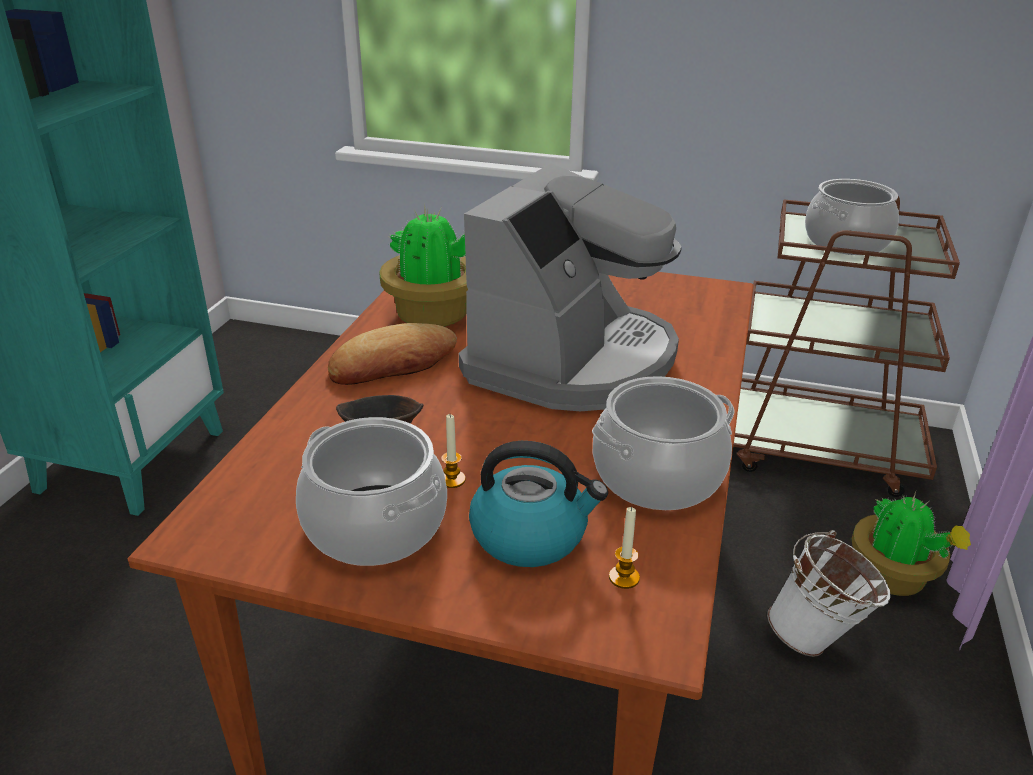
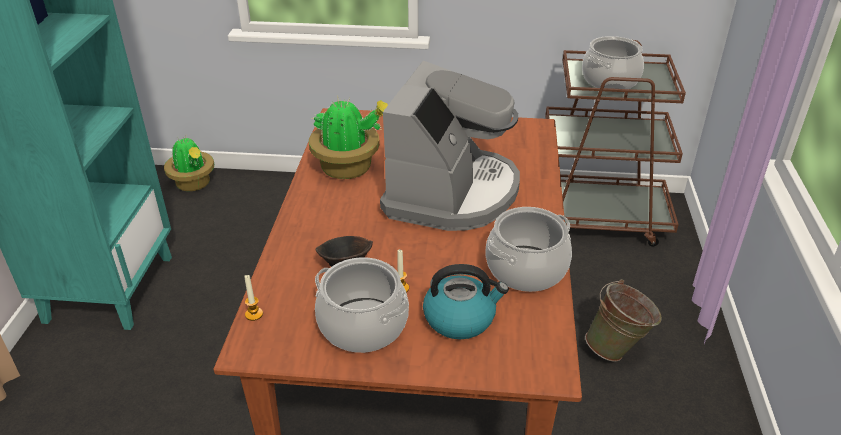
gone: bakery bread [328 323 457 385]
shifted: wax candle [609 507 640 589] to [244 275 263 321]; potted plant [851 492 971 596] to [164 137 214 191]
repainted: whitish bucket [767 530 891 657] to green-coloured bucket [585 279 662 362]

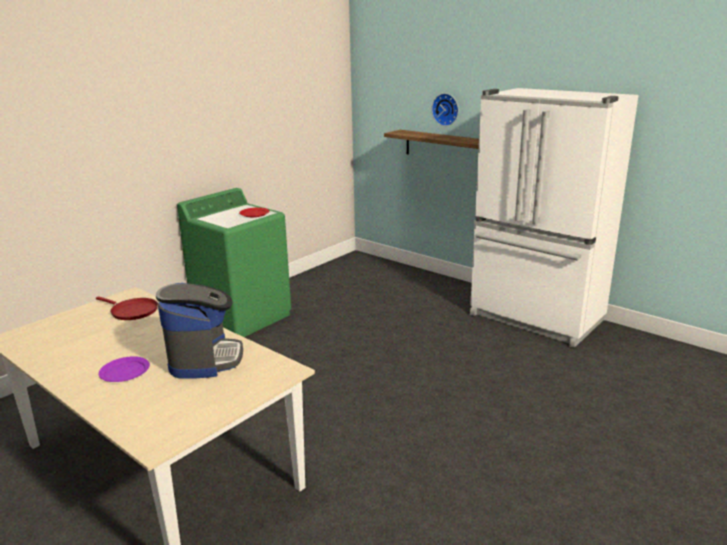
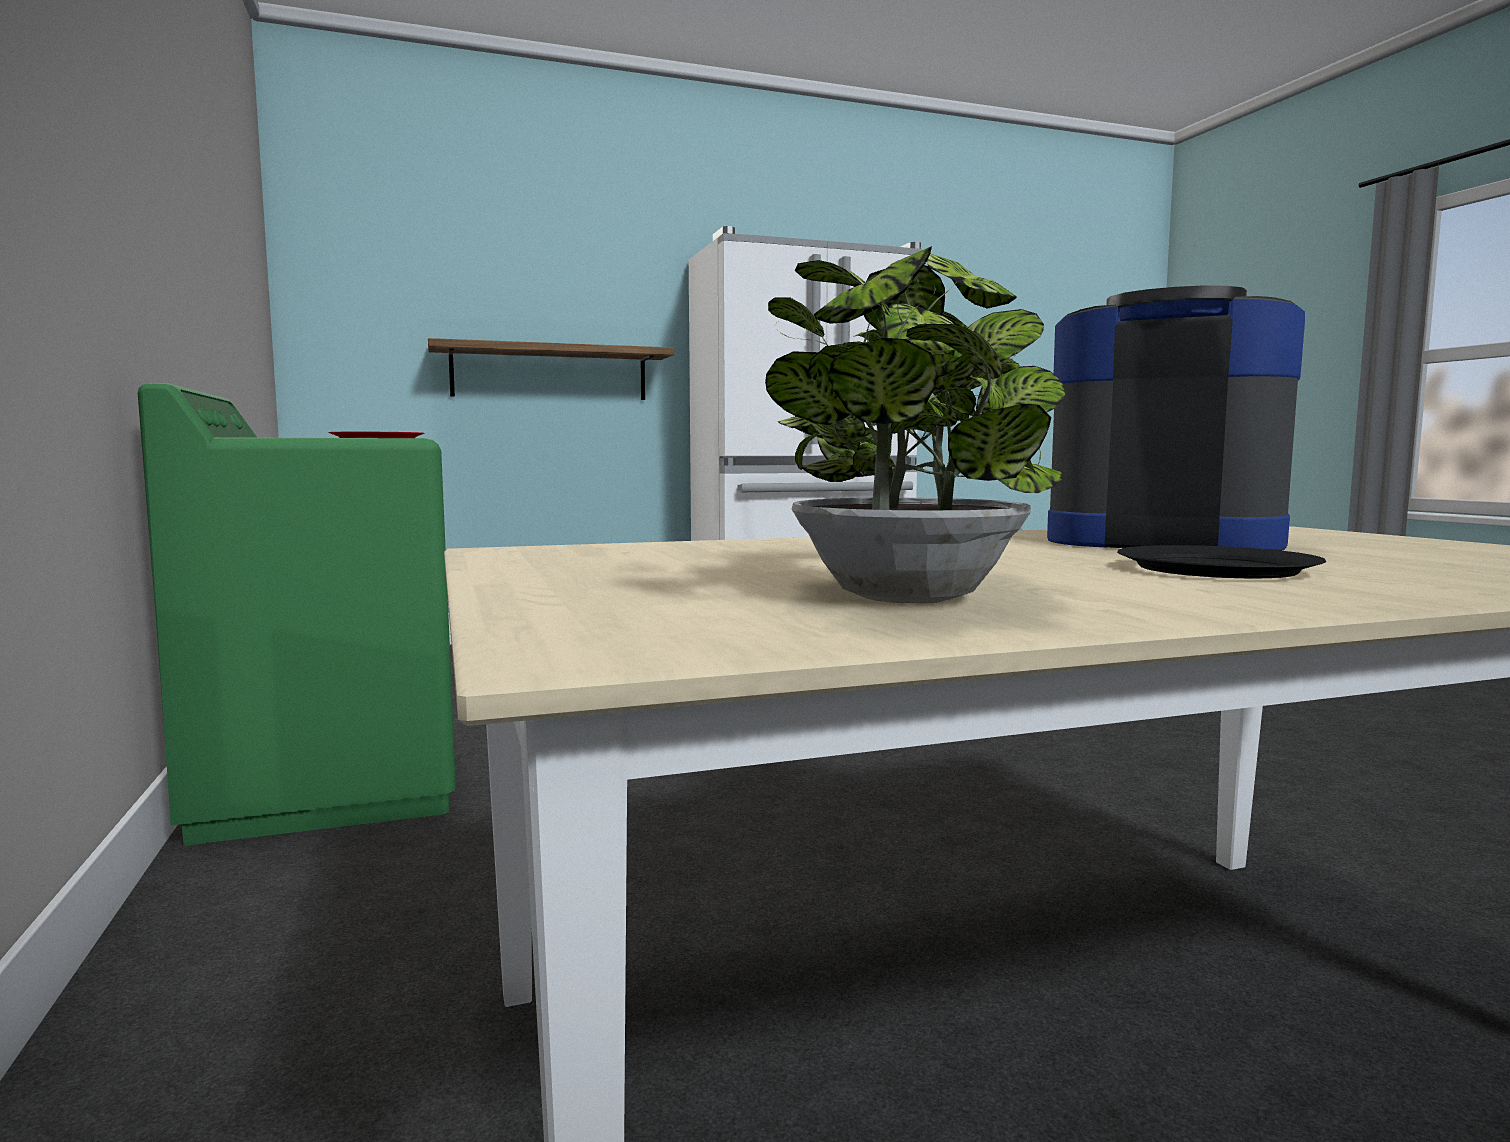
gone: red-coloured pan [96 296 158 320]; hanging clock [432 93 459 126]
new: potted plant [765 246 1065 603]
repainted: purple-coloured plate [99 356 150 382] to black-coloured plate [1117 545 1326 578]

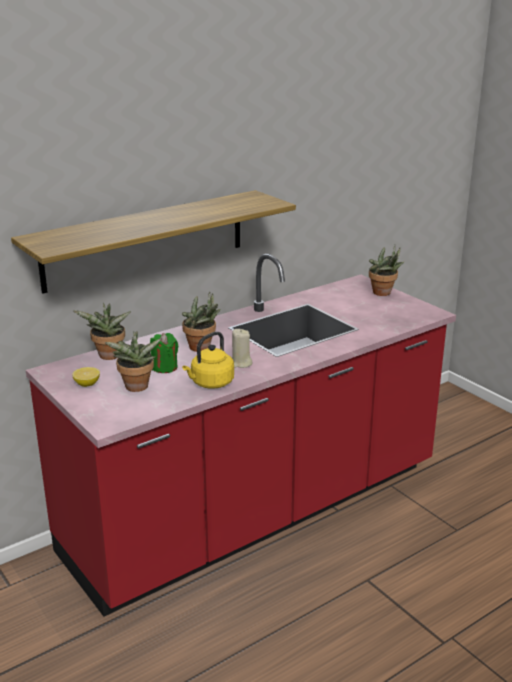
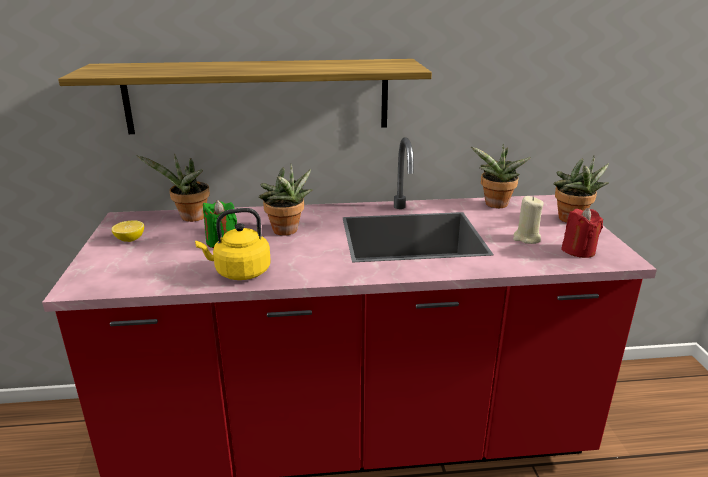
new: red-coloured wax candle [561 208 603 258]
shifted: potted plant [104 331 162 392] to [471 144 531 208]; beige wax candle [232 329 253 368] to [513 196 544 244]

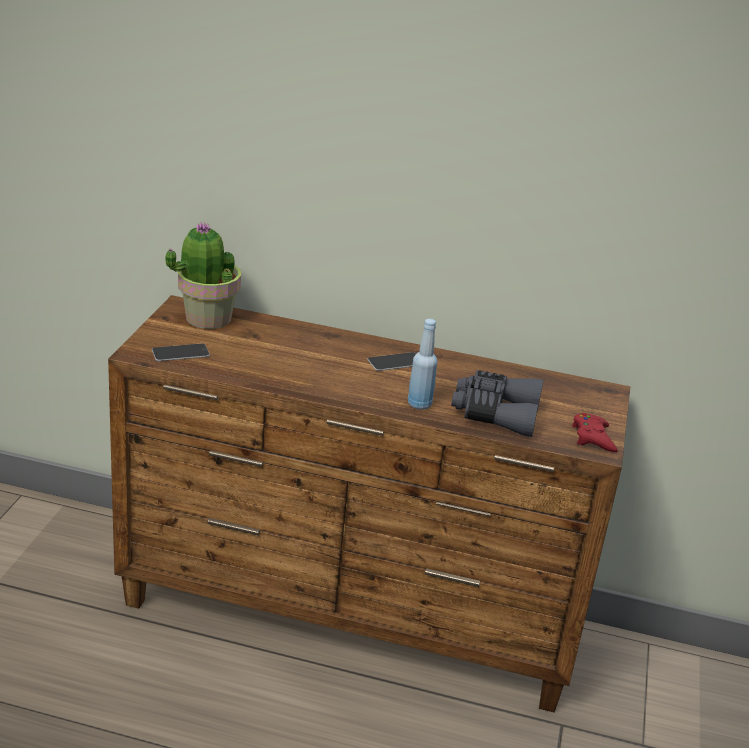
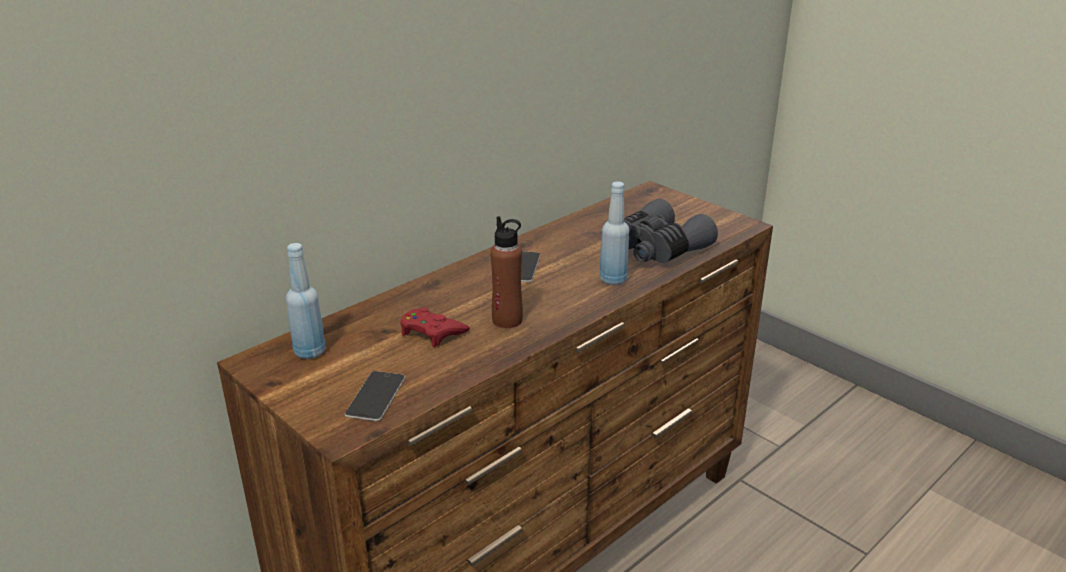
new: brown bottle [490 216 523 328]
shifted: red-coloured gamepad [572 413 618 452] to [400 308 470 347]
swapped: potted plant [165 222 241 329] to blue-coloured bottle [286 243 325 359]

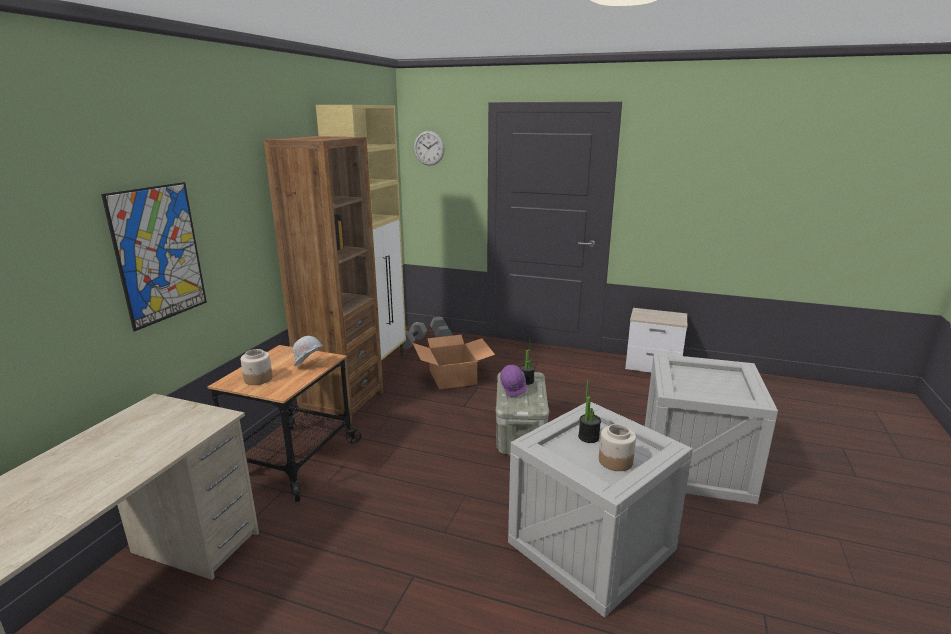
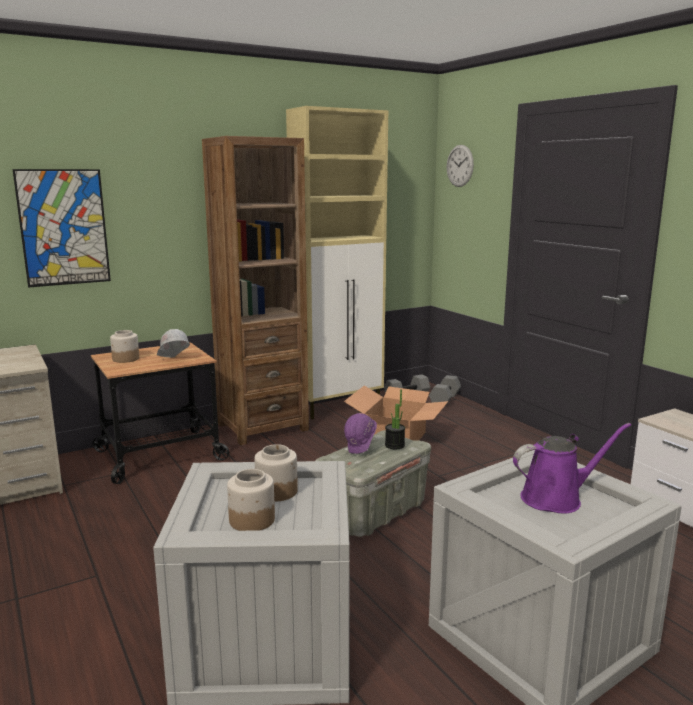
new: purple-coloured watering pot [513 423 631 514]
swapped: potted plant [578 380 601 443] to jar [254 444 298 502]

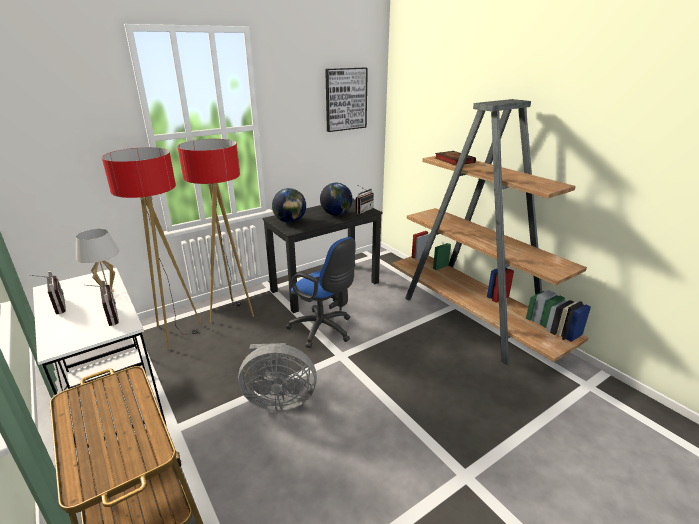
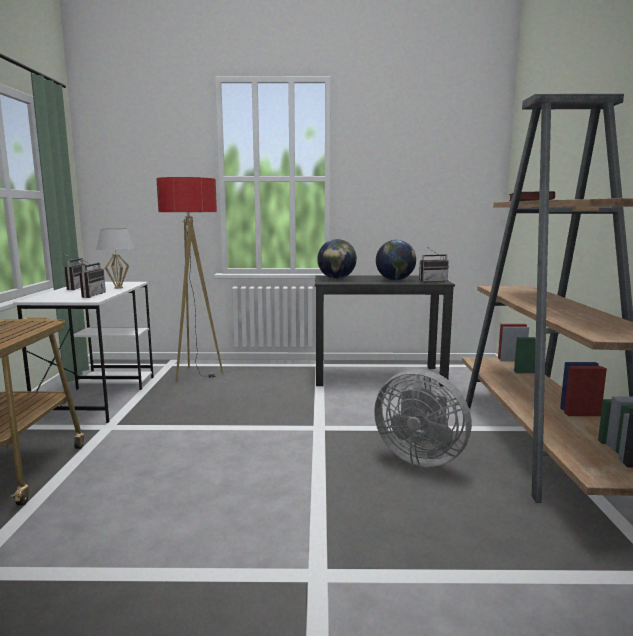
gone: standing lamp [177 139 254 323]; blue-coloured computer chair [286 237 356 348]; wall picture [325 68 368 132]
shifted: grey fan [238 343 317 411] to [374 369 472 467]

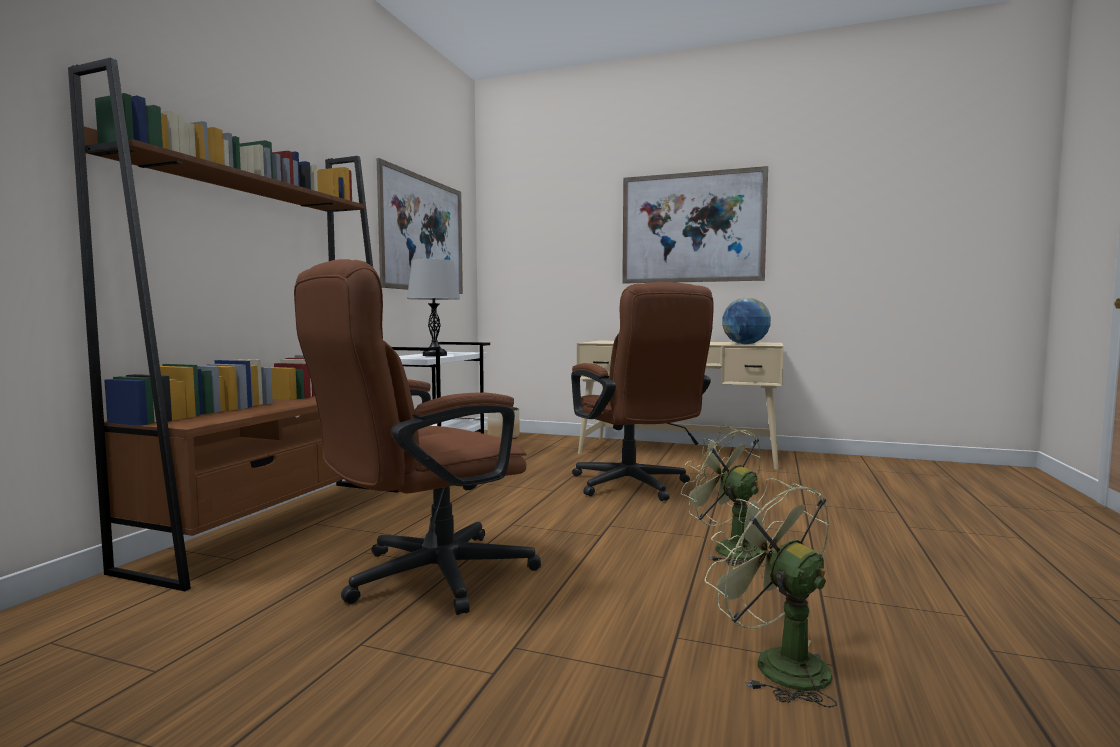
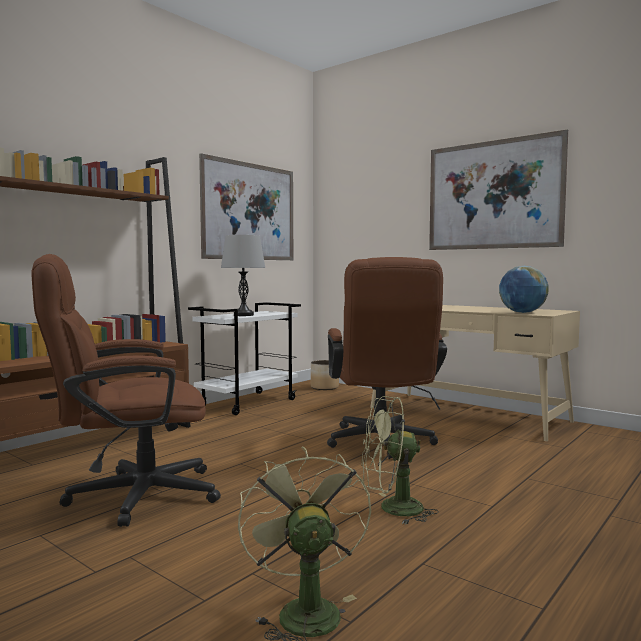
rotated: green-coloured fan [681 425 765 566] = [362 396 439 525] 75 degrees counterclockwise

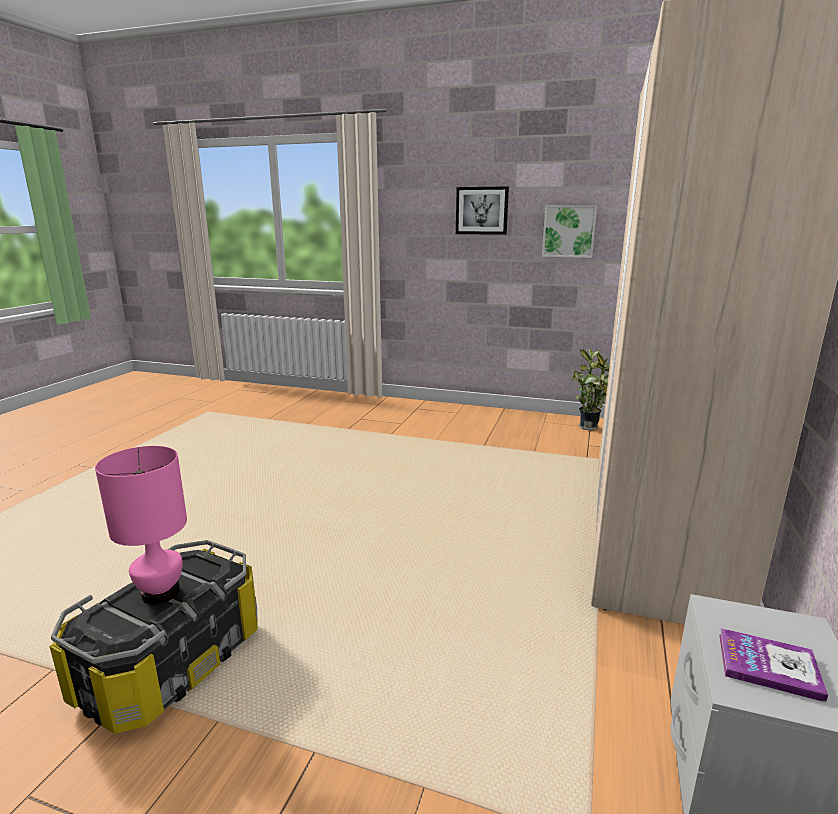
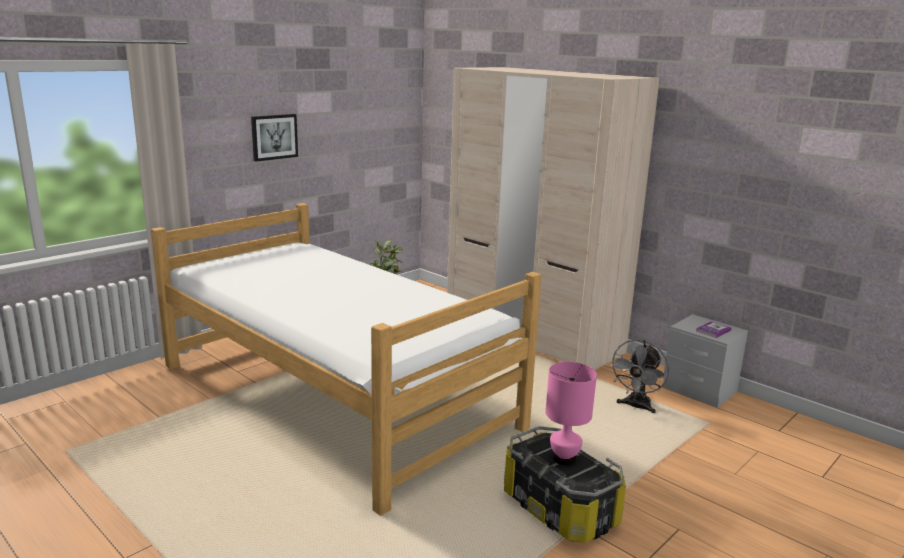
gone: wall picture [542 205 597 258]
new: sleeping bed [151 203 541 516]; grey fan [609 339 669 413]

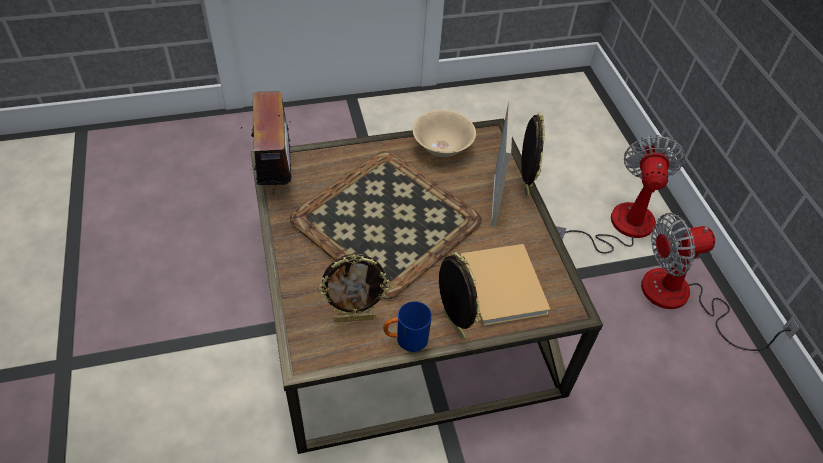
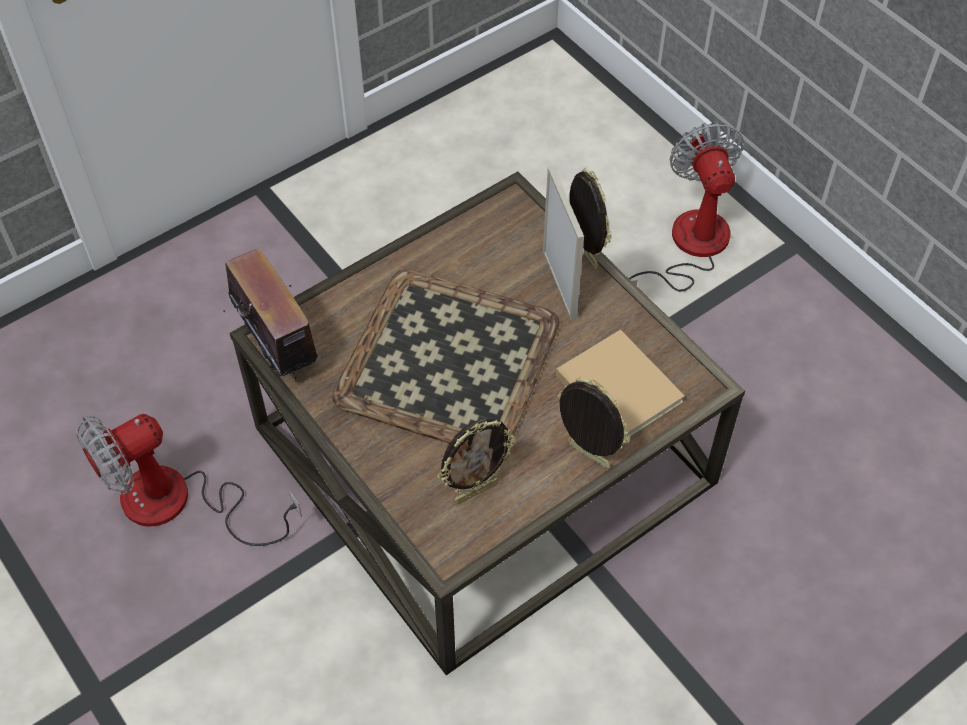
gone: blue-coloured coffee mug [384 301 432 352]; beige bowl [413 110 476 157]
shifted: fan [641 213 800 351] to [76 414 302 546]

